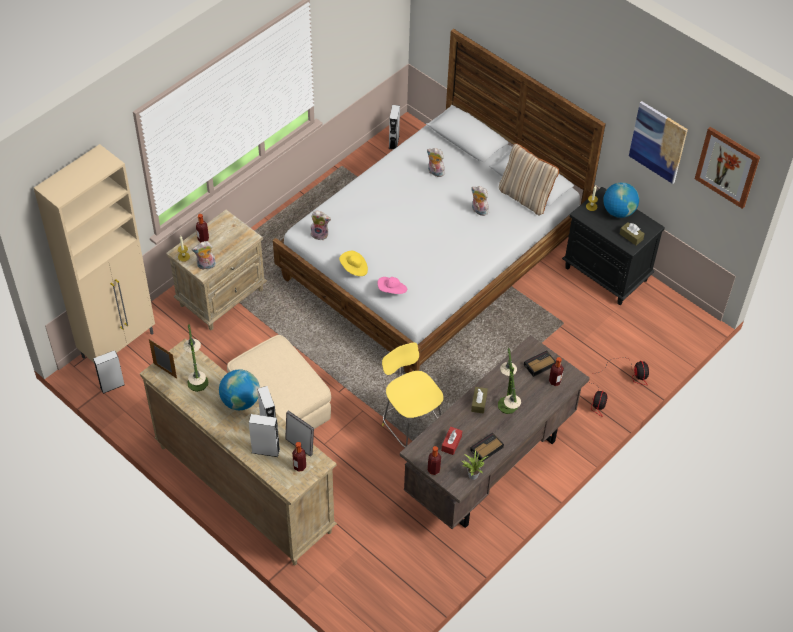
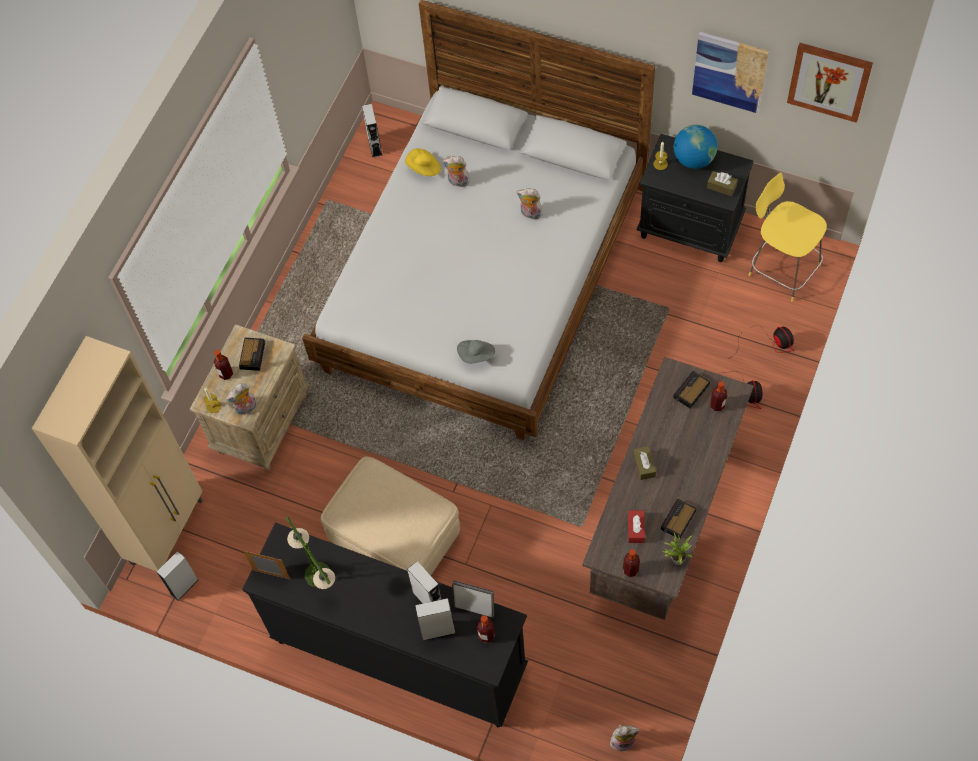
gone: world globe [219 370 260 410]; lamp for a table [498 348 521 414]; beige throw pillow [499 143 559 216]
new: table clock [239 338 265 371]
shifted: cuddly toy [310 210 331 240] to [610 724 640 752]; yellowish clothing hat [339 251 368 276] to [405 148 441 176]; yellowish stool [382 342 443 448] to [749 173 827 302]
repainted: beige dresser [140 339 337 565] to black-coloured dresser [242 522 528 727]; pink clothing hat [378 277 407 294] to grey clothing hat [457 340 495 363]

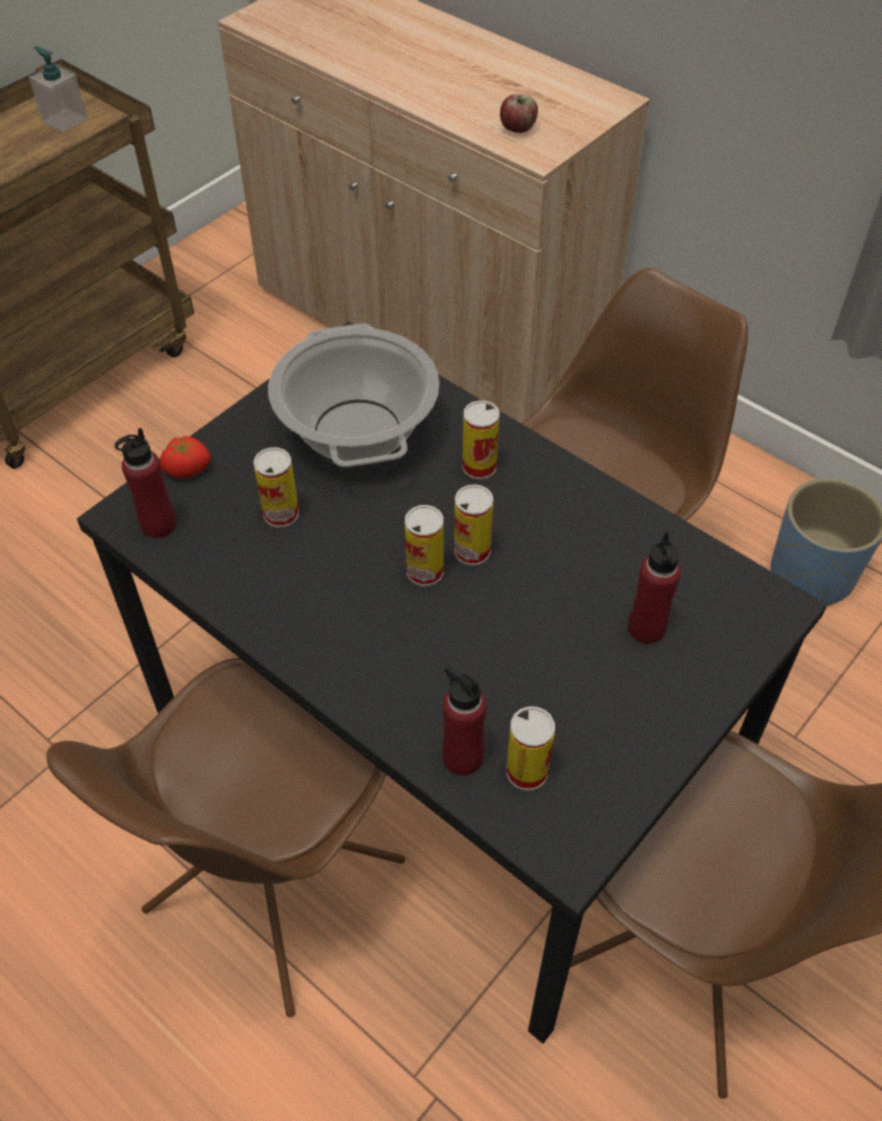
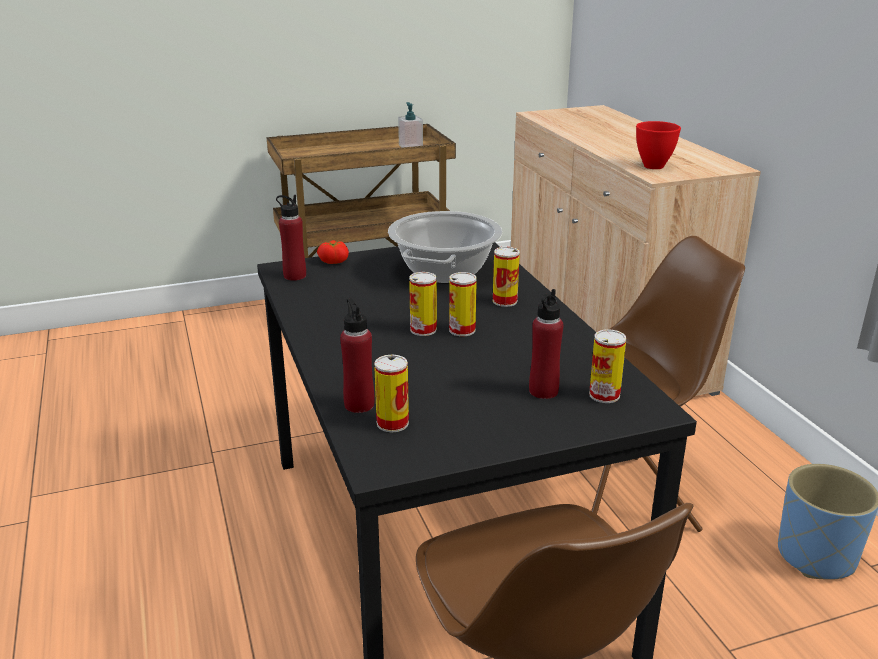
gone: brown chair [47 658 405 1017]
shifted: sealed can [254 447 299 528] to [589 329 627 403]
swapped: apple [500 94 538 133] to red-coloured bowl [636 121 681 169]

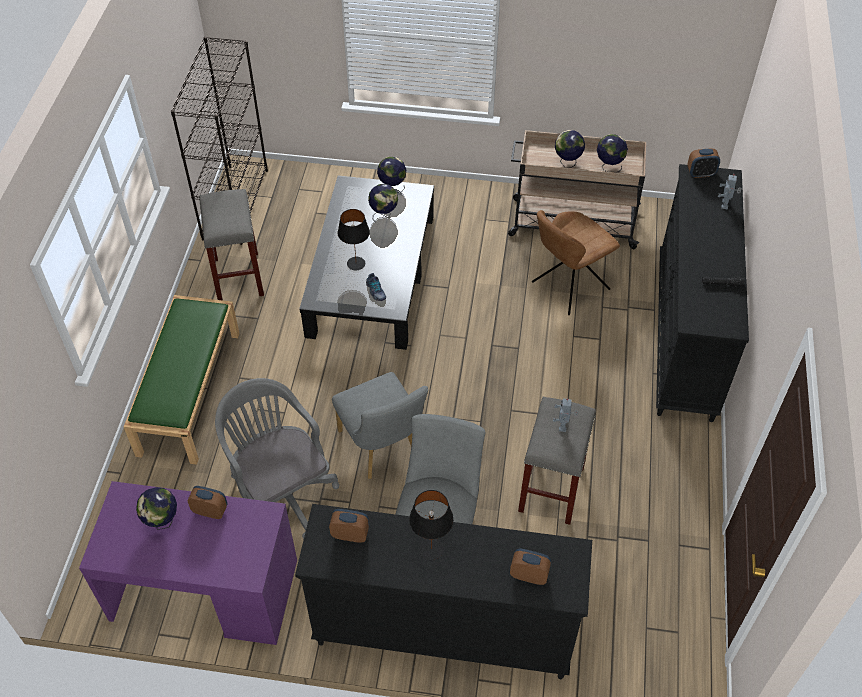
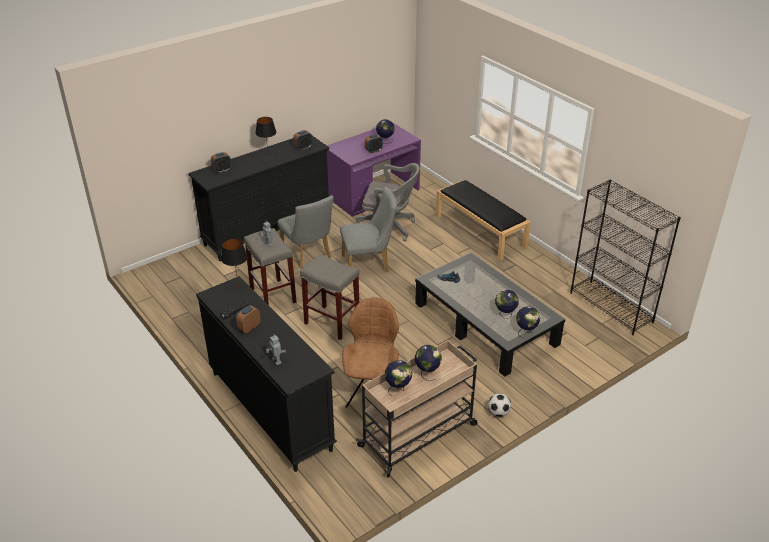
new: ball for football [488 393 511 417]
shifted: grey stool [199 189 264 300] to [300 254 360 340]; black-coloured lamp for a table [338 209 370 270] to [221 238 248 292]; table clock [687 148 720 178] to [235 305 260 333]
repainted: green-coloured indoor bench [124 295 240 465] to black-coloured indoor bench [436 180 531 261]
rotated: grey chair [332 372 428 479] = [340 186 397 272] 150 degrees clockwise

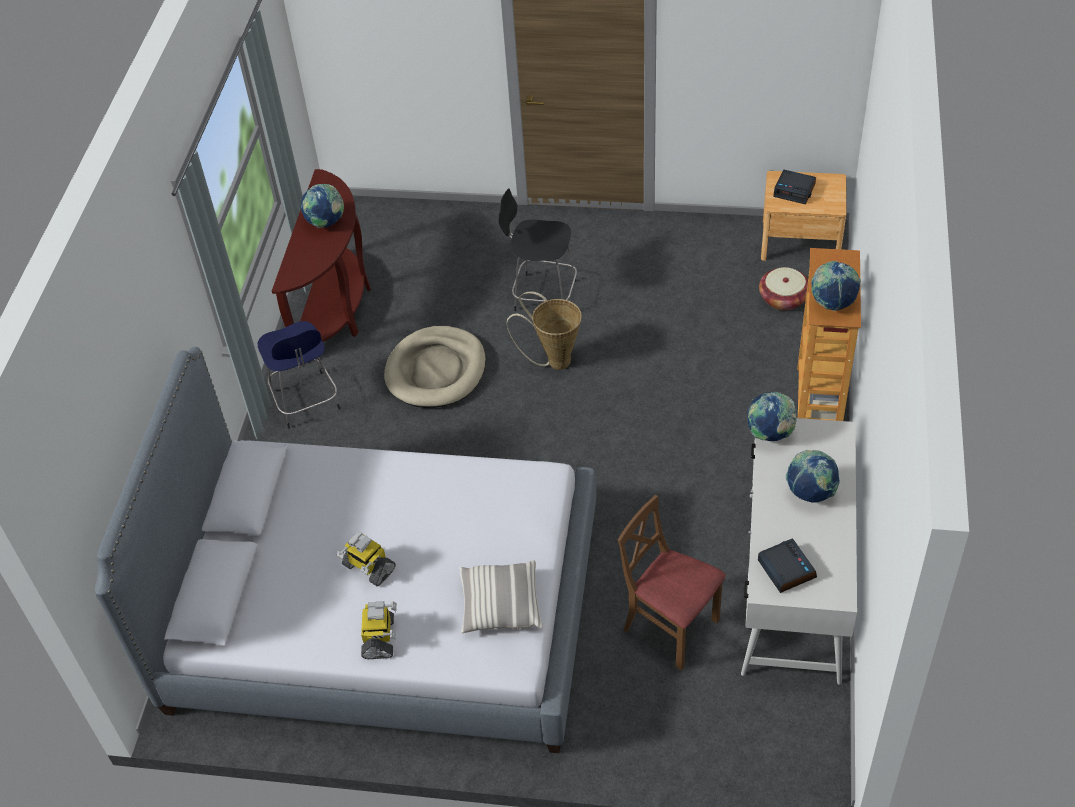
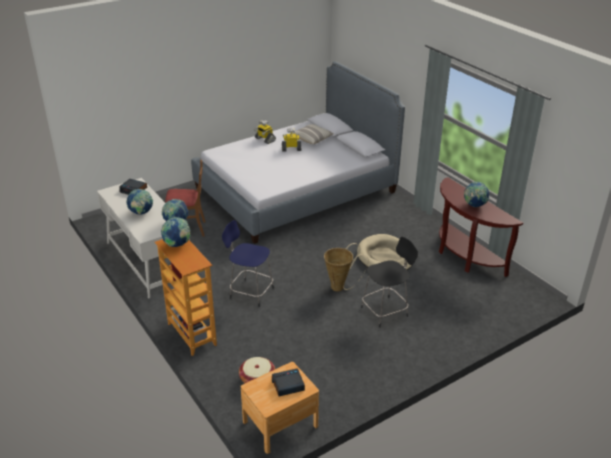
shifted: blue-coloured stool [258 321 341 429] to [222 220 274 307]; throw pillow [459 560 543 633] to [292 124 334 144]

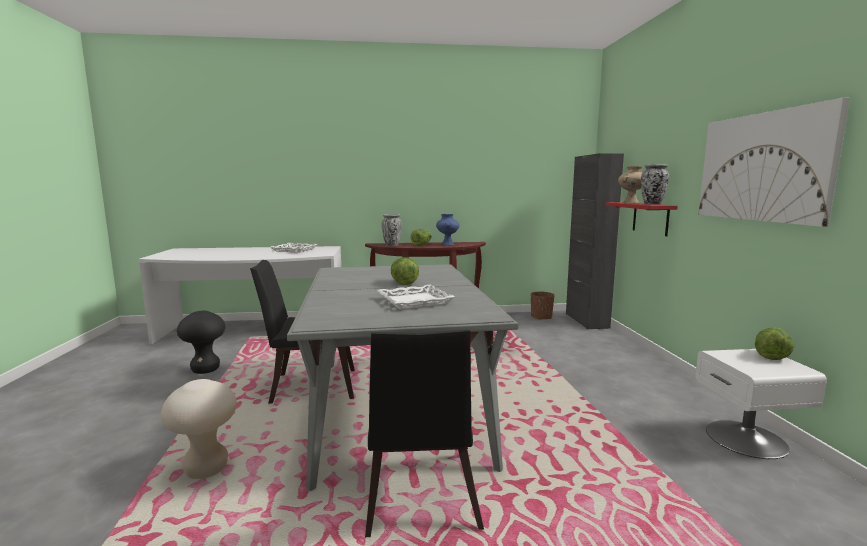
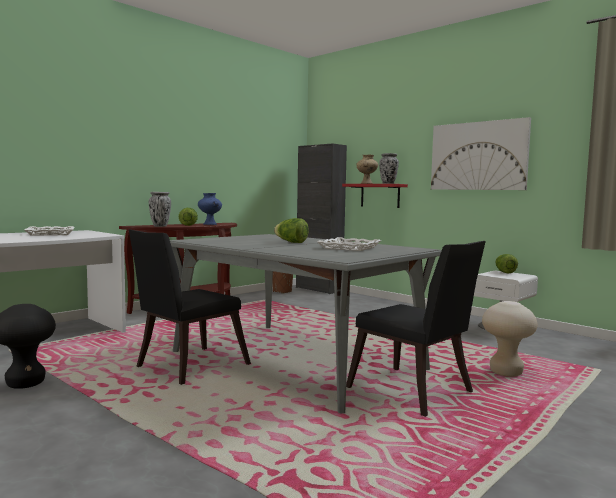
shifted: beige stool [161 379 237 479] to [482 301 538 377]

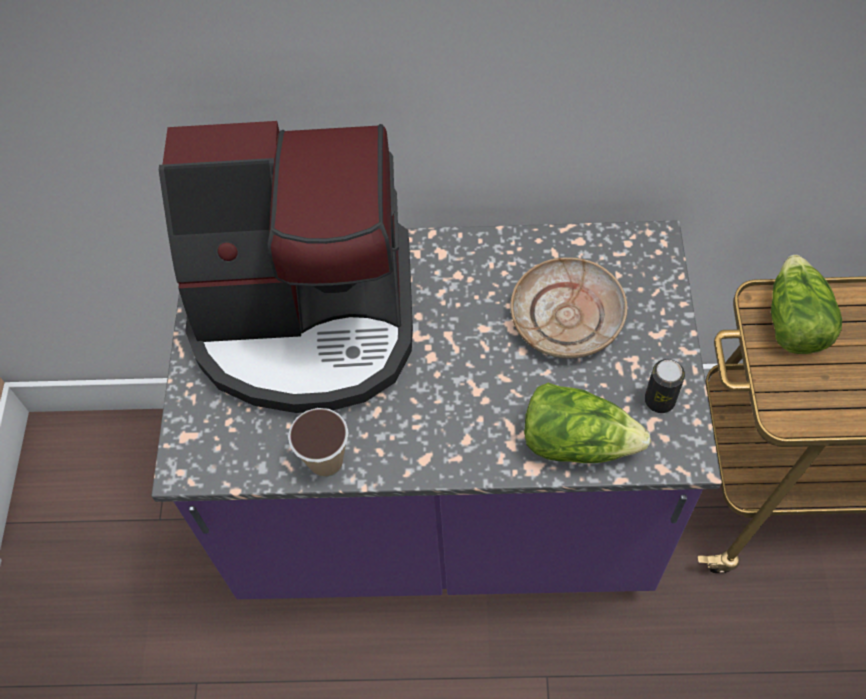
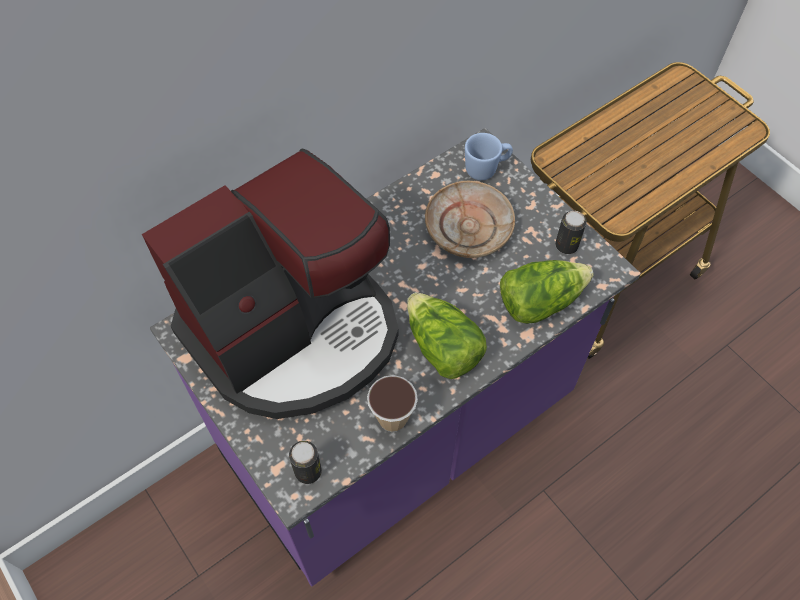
new: sealed can [289 441 322 484]; blue-coloured coffee mug [465 133 513 180]
shifted: head of lettuce [771 255 842 354] to [407 292 487 379]

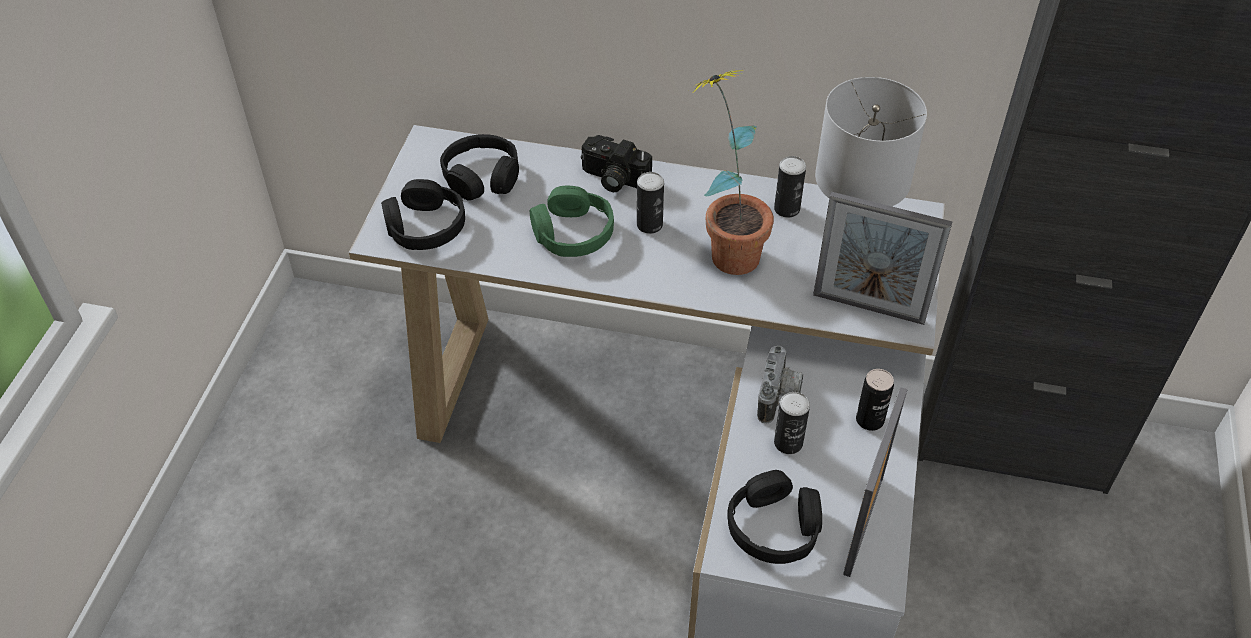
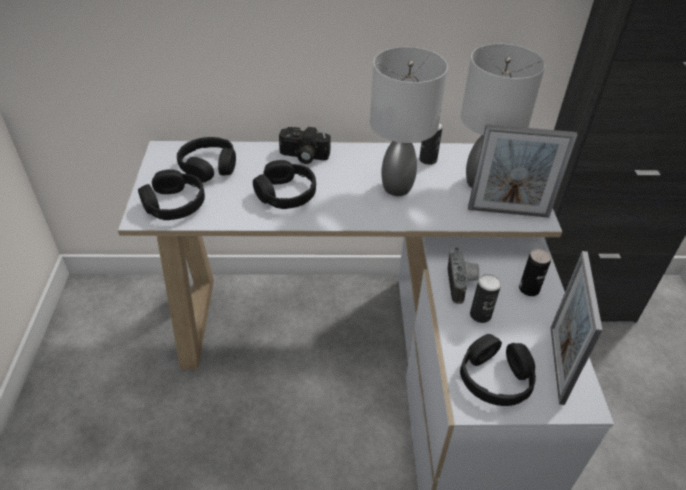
gone: sealed can [637 172 664 234]
swapped: potted plant [690 69 774 275] to grey lamp for a table [370 47 448 196]
repainted: green-coloured pair of headphones [530 186 614 257] to black-coloured pair of headphones [253 160 316 209]

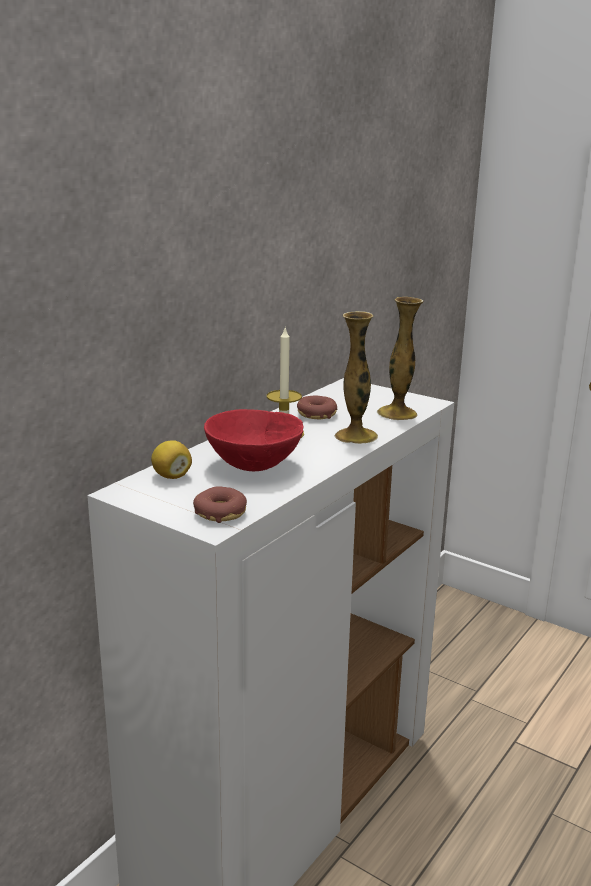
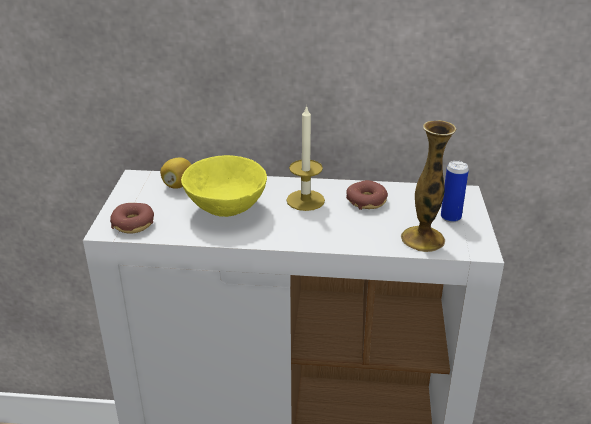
gone: flower vase [334 311 378 444]
new: sealed can [441 161 469 223]
repainted: red-coloured bowl [204 409 304 471] to yellowish bowl [181 155 267 217]

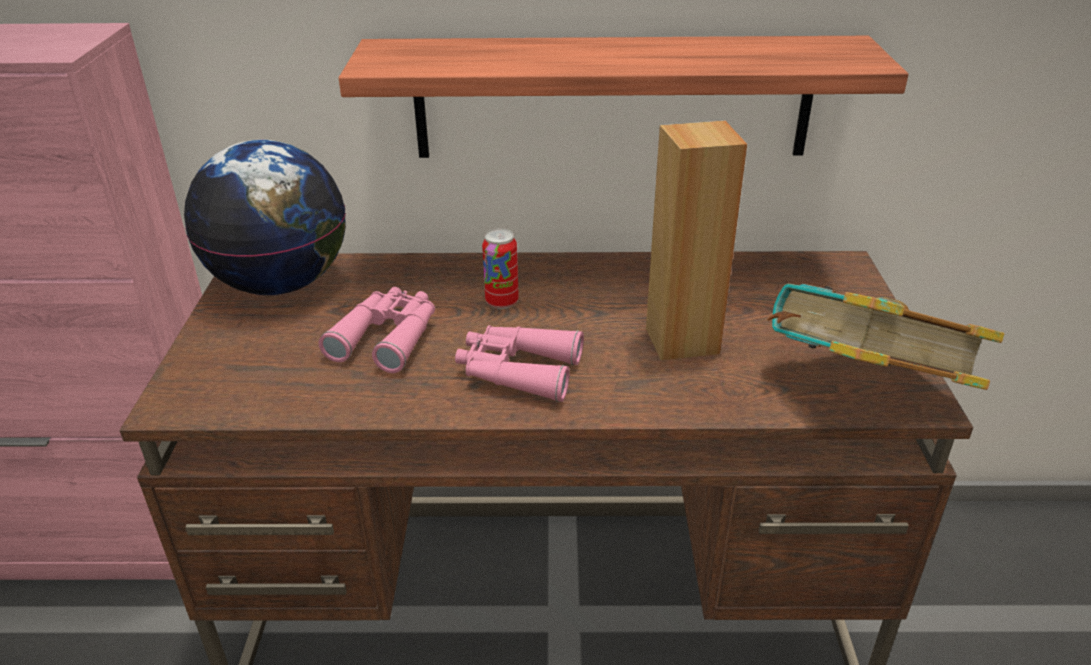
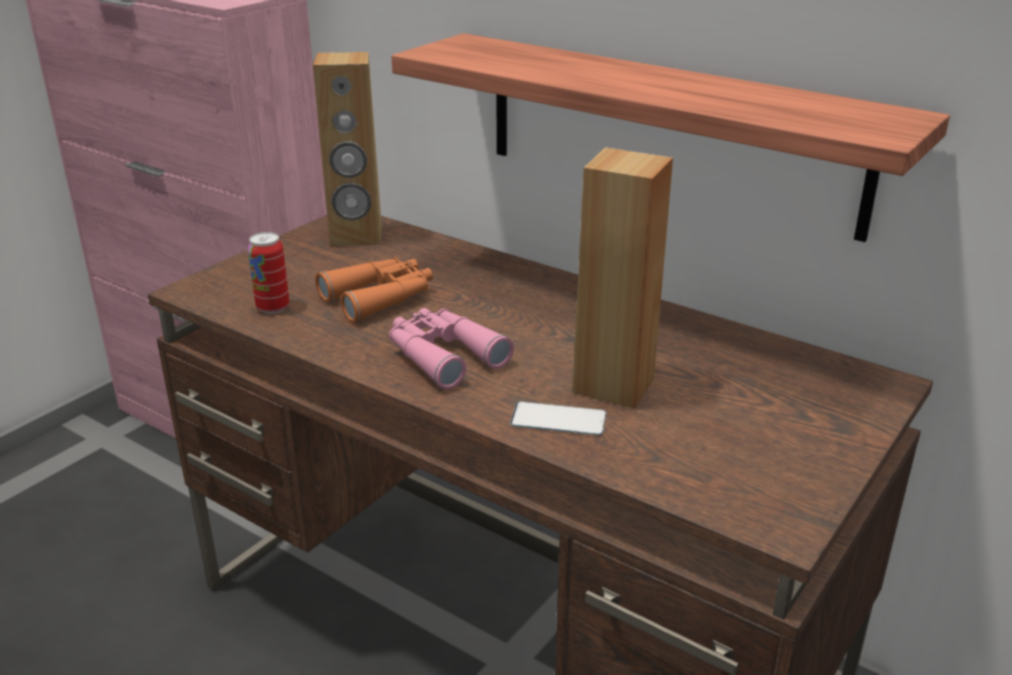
gone: bound book [767 283 1004 390]
new: phone [510 401 607 436]
shifted: sealed can [482 228 519 309] to [248 232 290 314]
swapped: world globe [184 140 346 295] to brown speaker [313 52 382 246]
repainted: pink pair of binoculars [319 287 435 373] to orange pair of binoculars [315 257 433 323]

